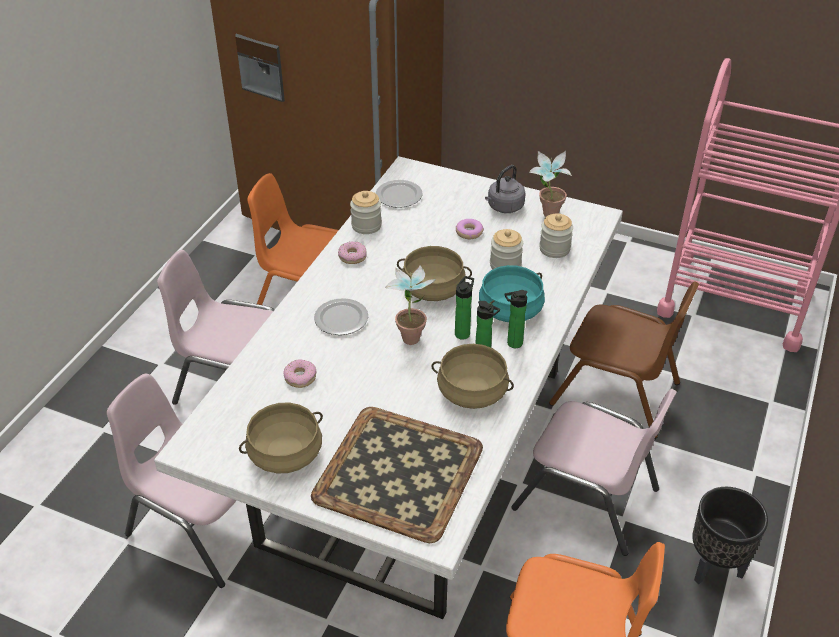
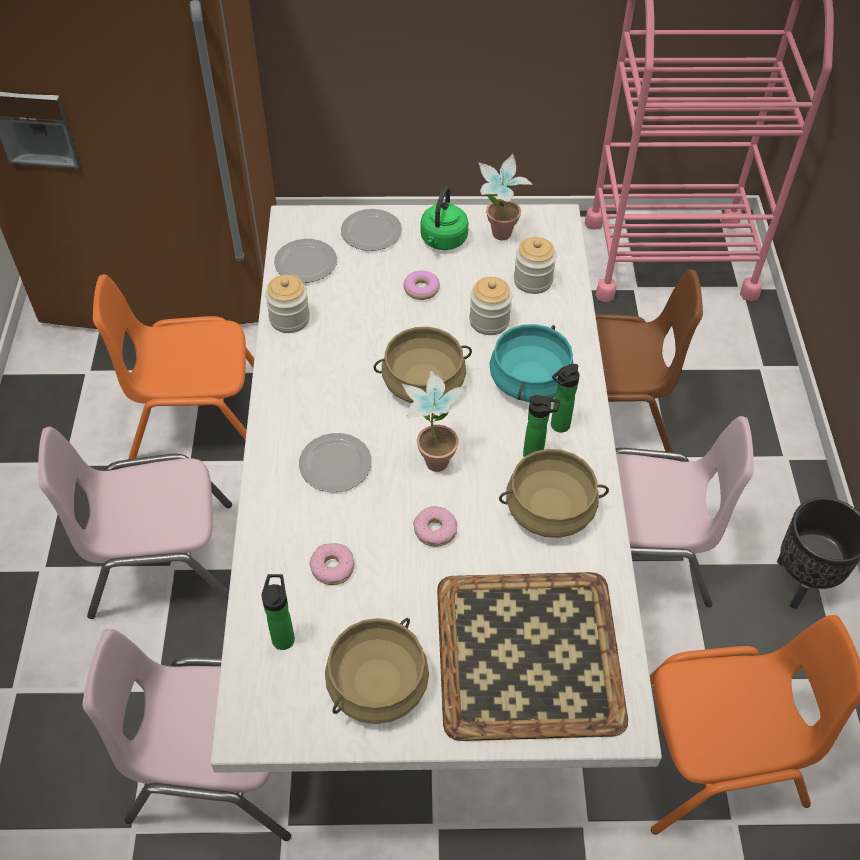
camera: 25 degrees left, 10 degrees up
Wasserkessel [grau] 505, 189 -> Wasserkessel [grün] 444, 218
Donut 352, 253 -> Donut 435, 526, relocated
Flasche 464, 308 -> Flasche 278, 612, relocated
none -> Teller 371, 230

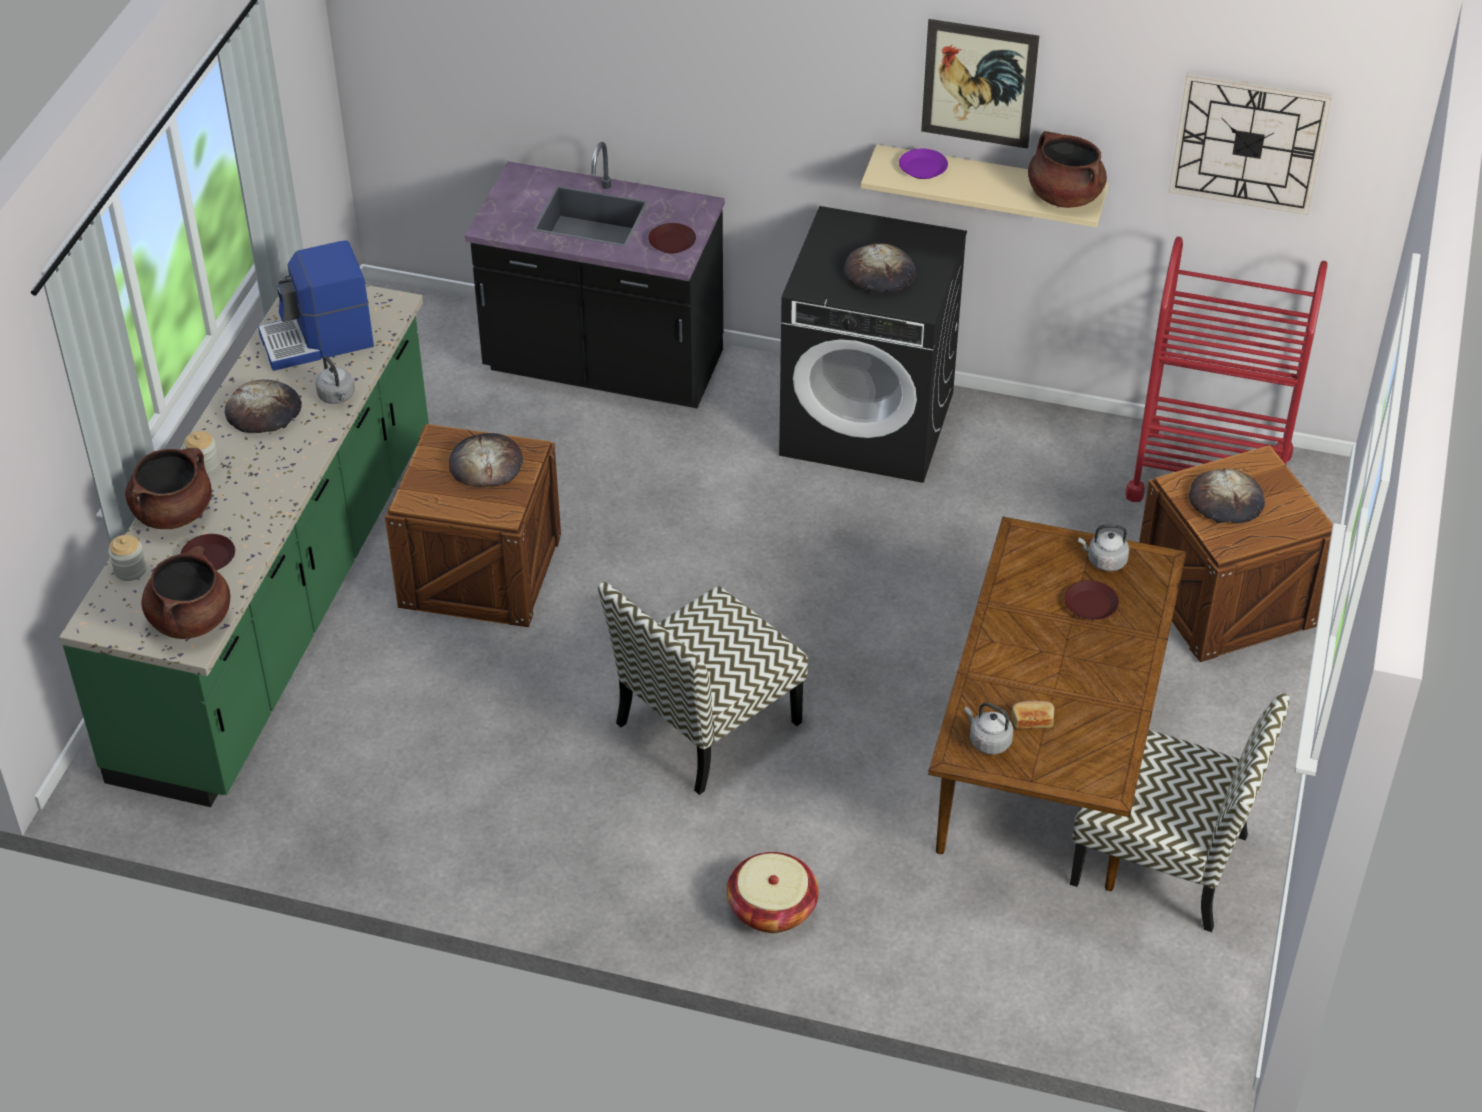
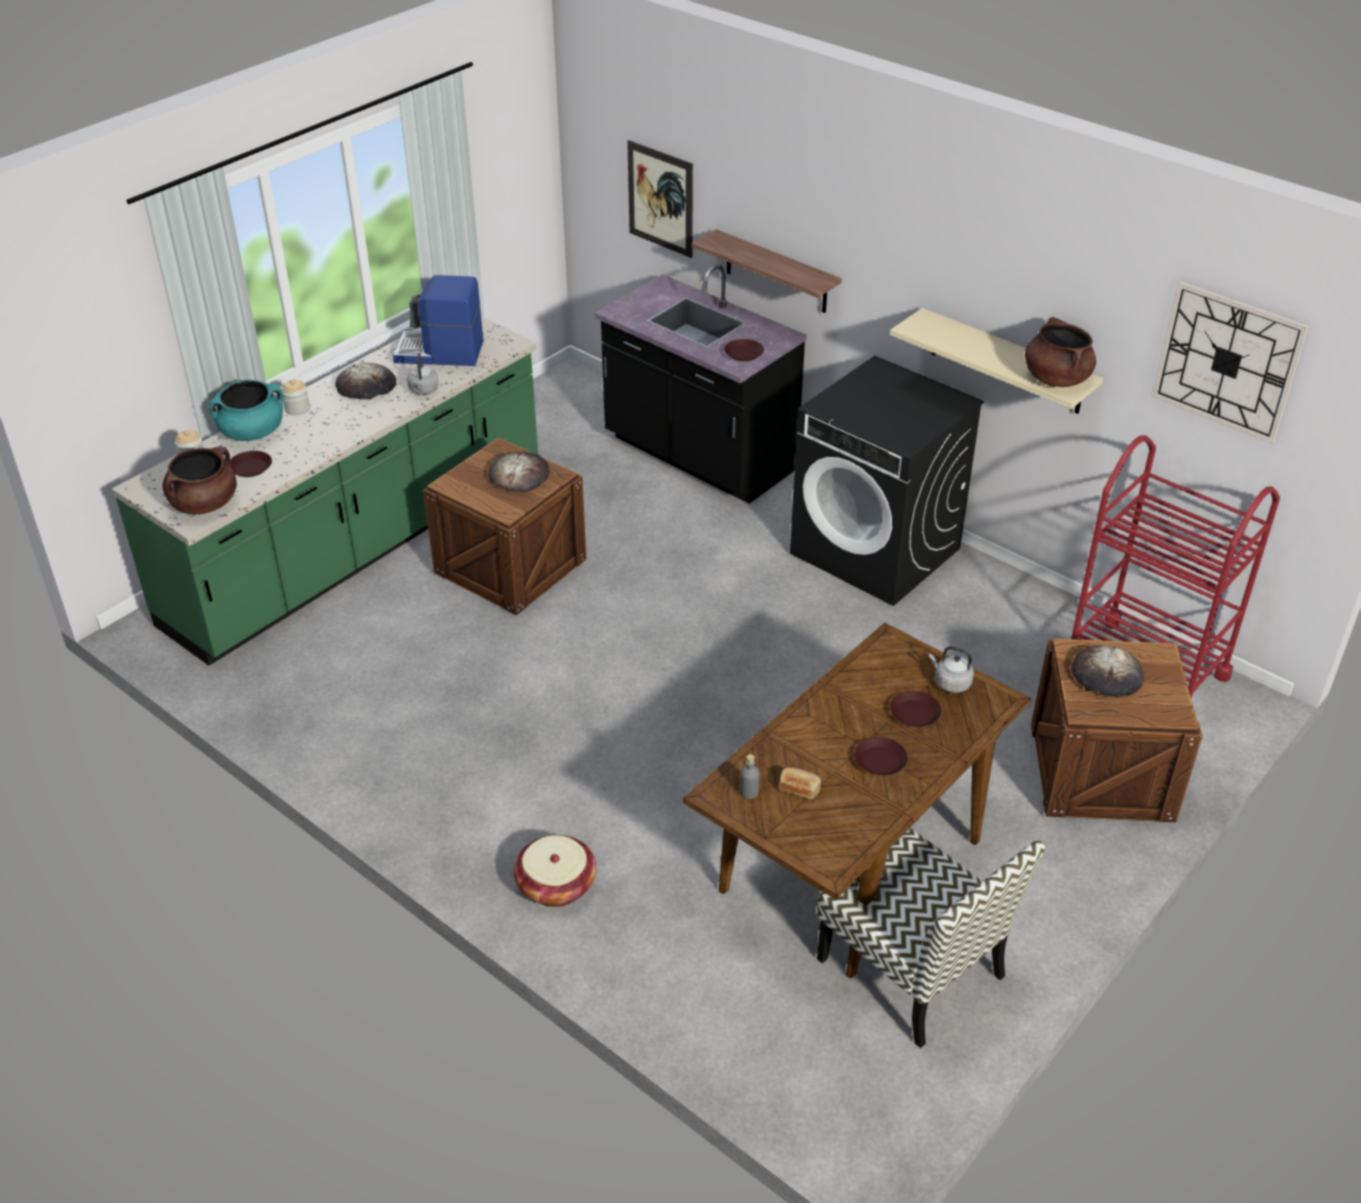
camera: 25 degrees right, 5 degrees down
Bild 980, 84 -> Bild 660, 199, relocated
Teller [lila] 923, 164 -> none
Brot 880, 268 -> none
Kochtopf [braun] 168, 488 -> Kochtopf [türkis] 246, 410
Stuhl 703, 688 -> none
Wasserkessel [grau] 988, 728 -> Flasche [grau] 750, 776
none -> Wandregal 767, 271
none -> Teller [braun] 881, 756

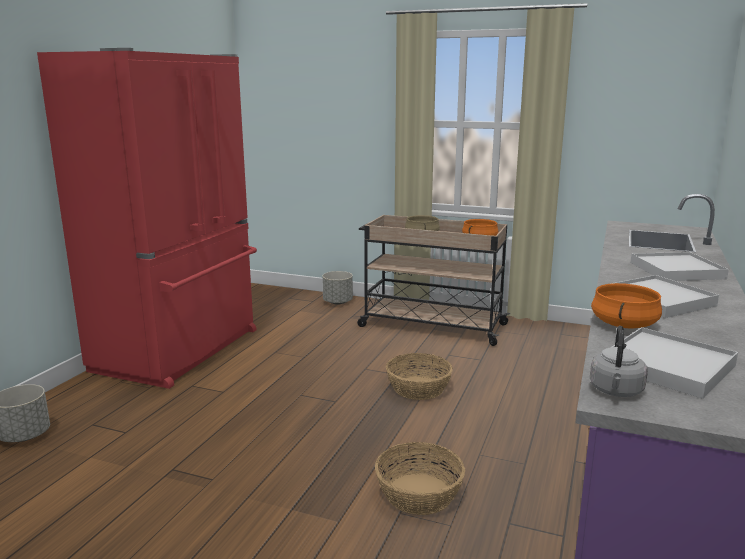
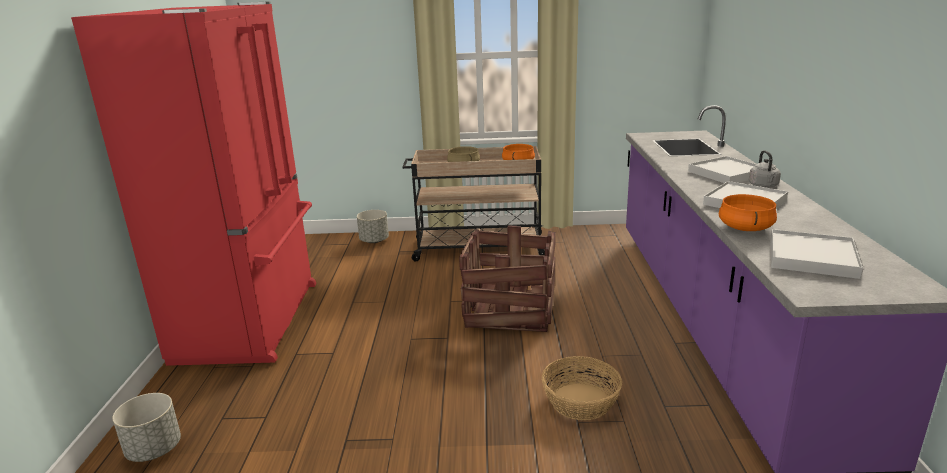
camera: 20 degrees left, 5 degrees up
Wasserkessel [grau] 619, 361 -> Wasserkessel [grau] 765, 169, relocated
Korb 419, 376 -> Kiste 507, 279

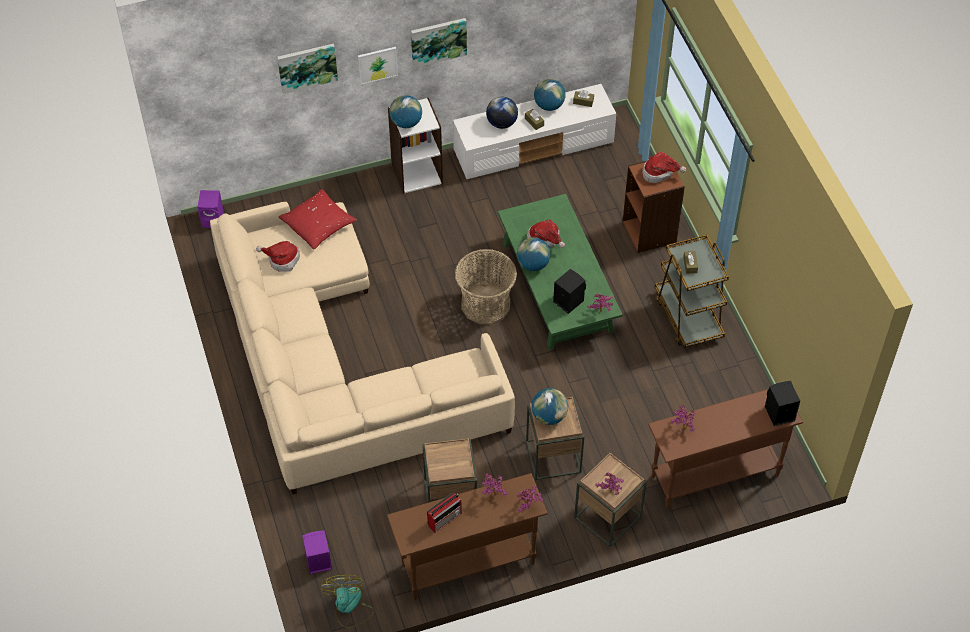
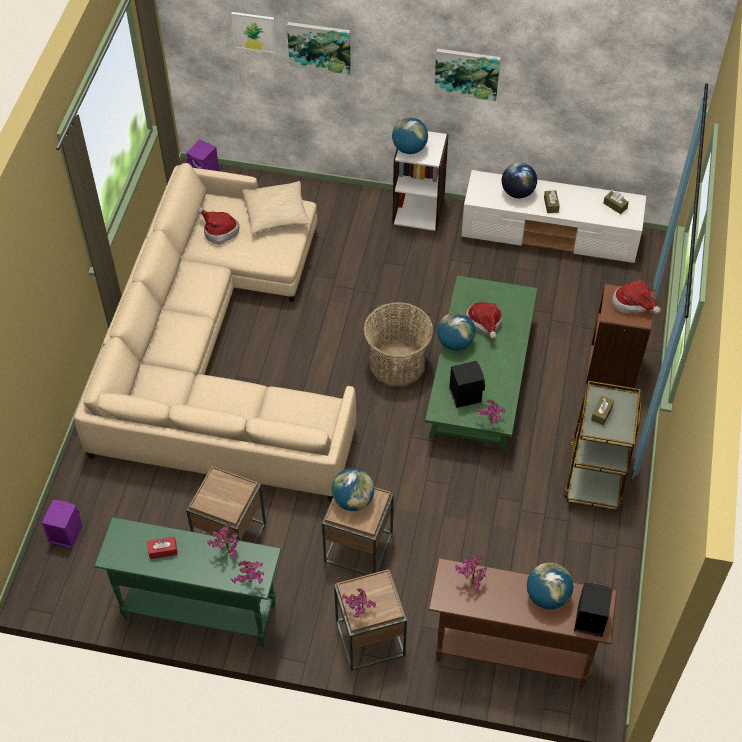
camera: 30 degrees right, 0 degrees up
Bild 378, 66 -> Bild 254, 32, relocated
Globus 550, 95 -> Globus 550, 586, relocated
Kissen [rot] 318, 219 -> Kissen [beige] 276, 207
Konsolentisch [braun] 467, 536 -> Konsolentisch [grün] 188, 582
Radio 444, 512 -> Taschentuchbox [rot] 162, 548
Ventilator 347, 601 -> none

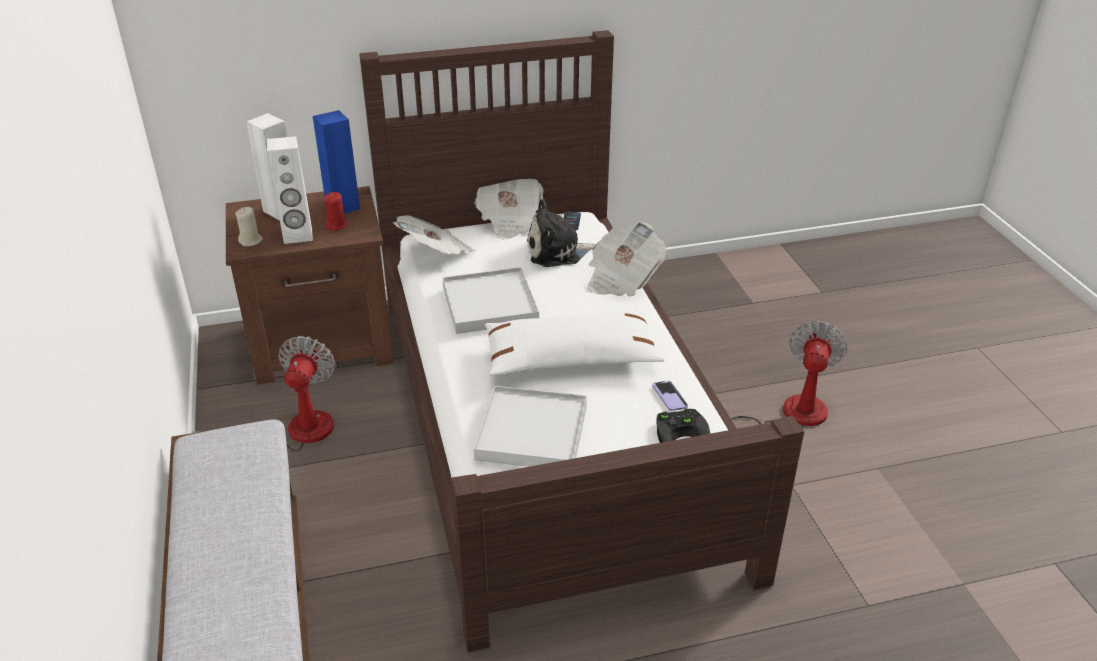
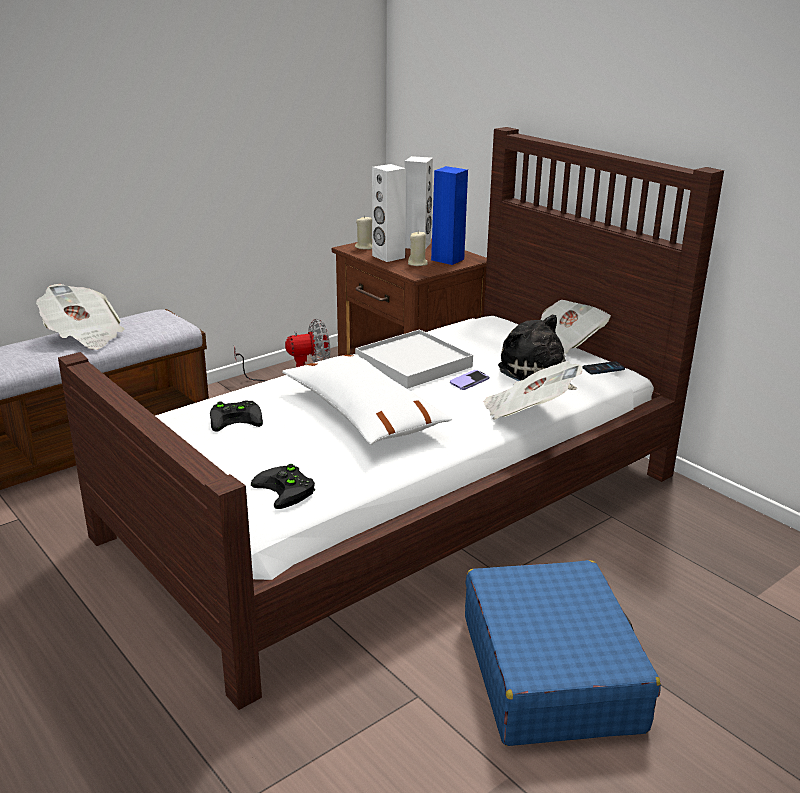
camera: 65 degrees right, 10 degrees down
Kerze [rot] 335, 211 -> Kerze [beige] 418, 248
Zeitung 434, 235 -> Zeitung 80, 317, relocated
Ventilator 784, 375 -> Koffer [blau] 563, 653
Handy 670, 396 -> Handy 469, 380, relocated
Tablett [weiß] 530, 426 -> Gamepad [schwarz] 236, 416

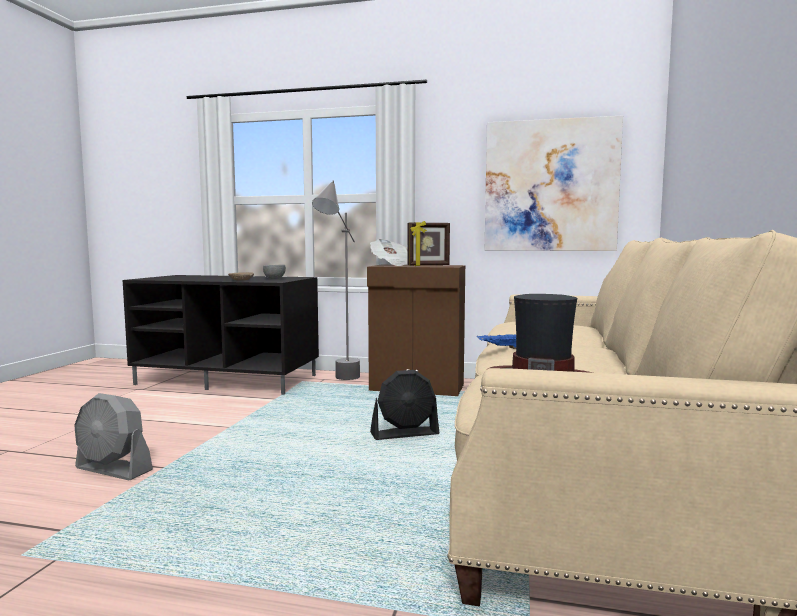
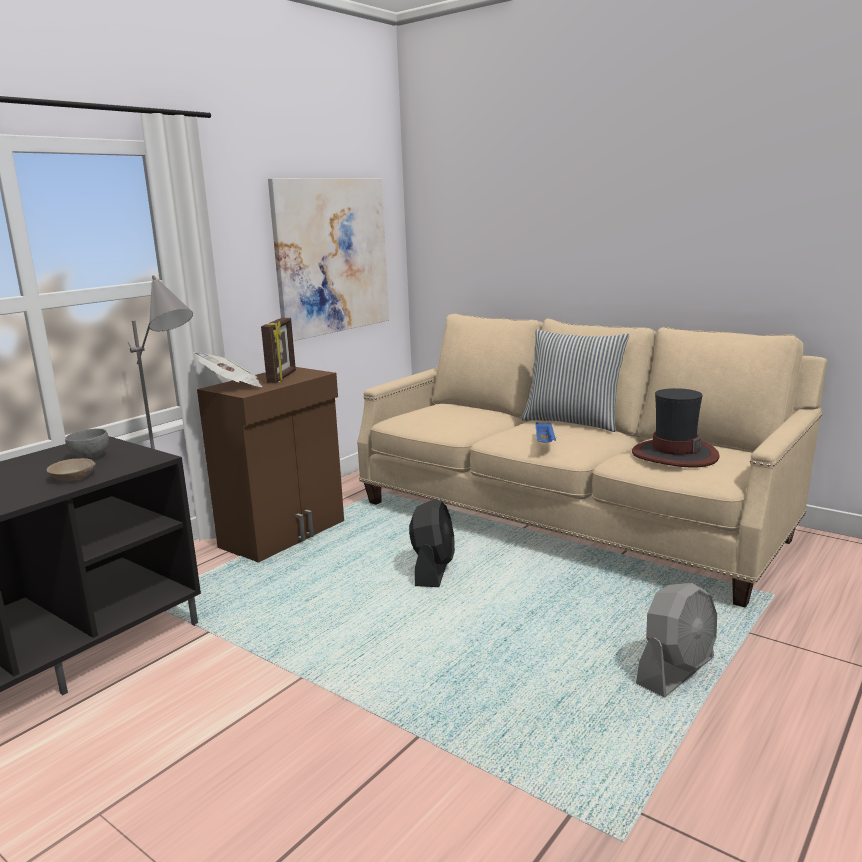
camera: 65 degrees left, 10 degrees up
Ventilator [grau] 113, 436 -> Ventilator [grau] 676, 640, relocated
none -> Kissen 575, 380

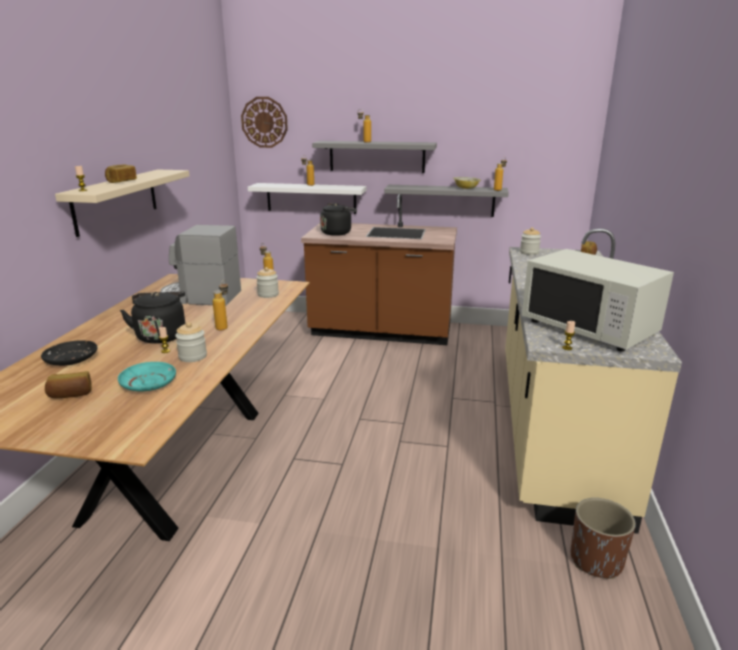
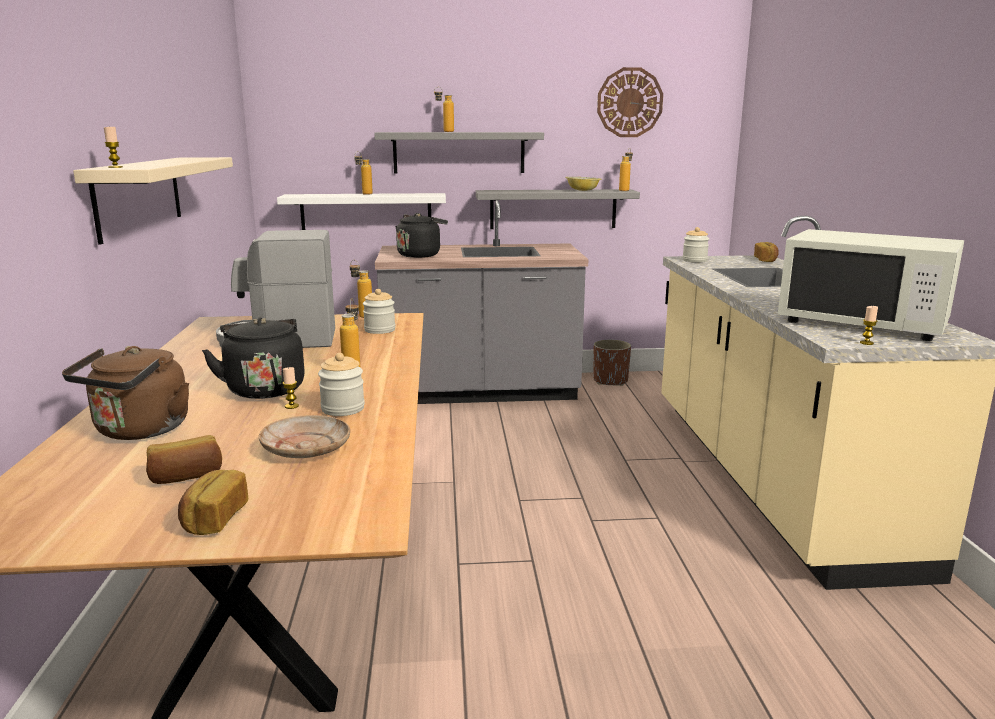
camera: 15 degrees left, 5 degrees down
Wanduhr 264, 122 -> Wanduhr 630, 102, relocated
Brot 121, 174 -> Brot 213, 502, relocated
Küchenzeile [braun] 379, 269 -> Küchenzeile [grau] 482, 302
Teller [schwarz] 69, 353 -> Wasserkessel [braun] 125, 393
Teller [türkis] 147, 377 -> Teller [beige] 304, 436
Pflanzkübel [braun] 603, 538 -> Pflanzkübel [braun] 612, 363, relocated

